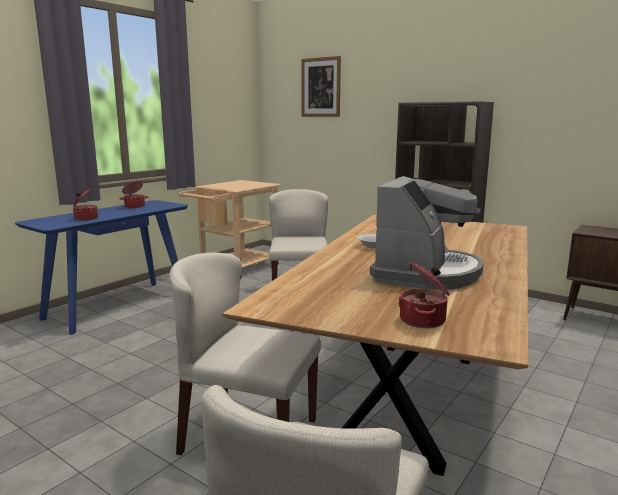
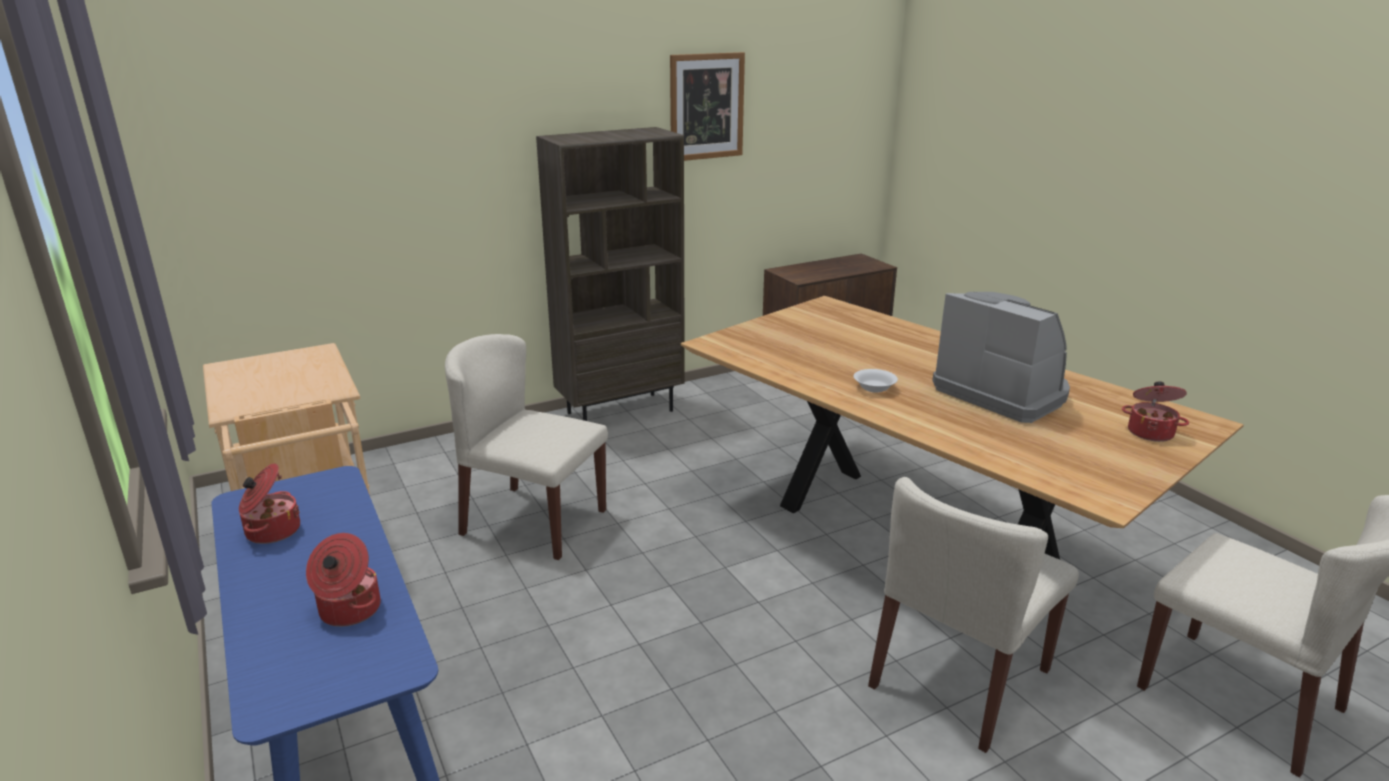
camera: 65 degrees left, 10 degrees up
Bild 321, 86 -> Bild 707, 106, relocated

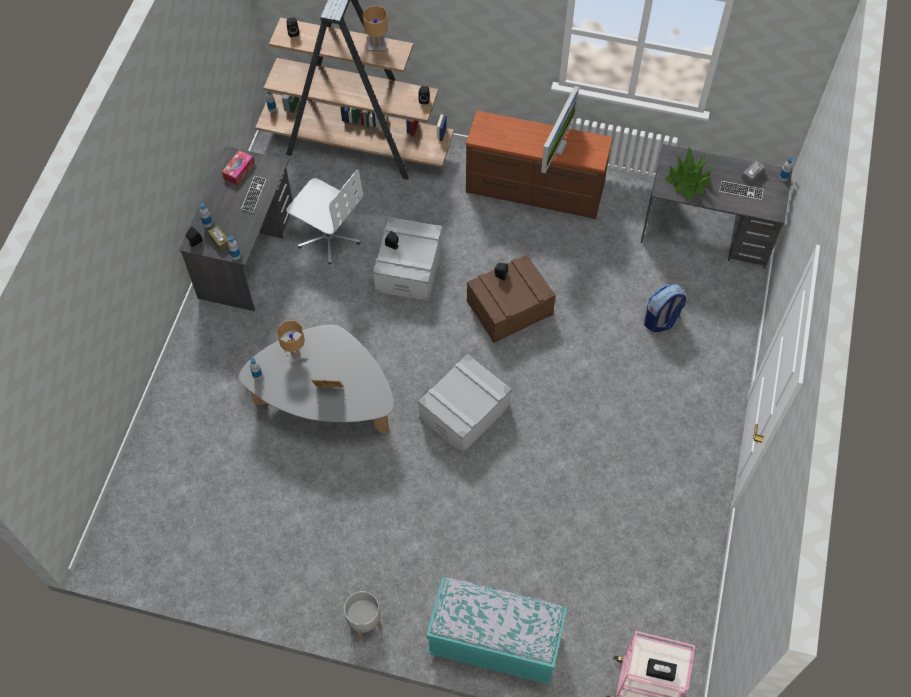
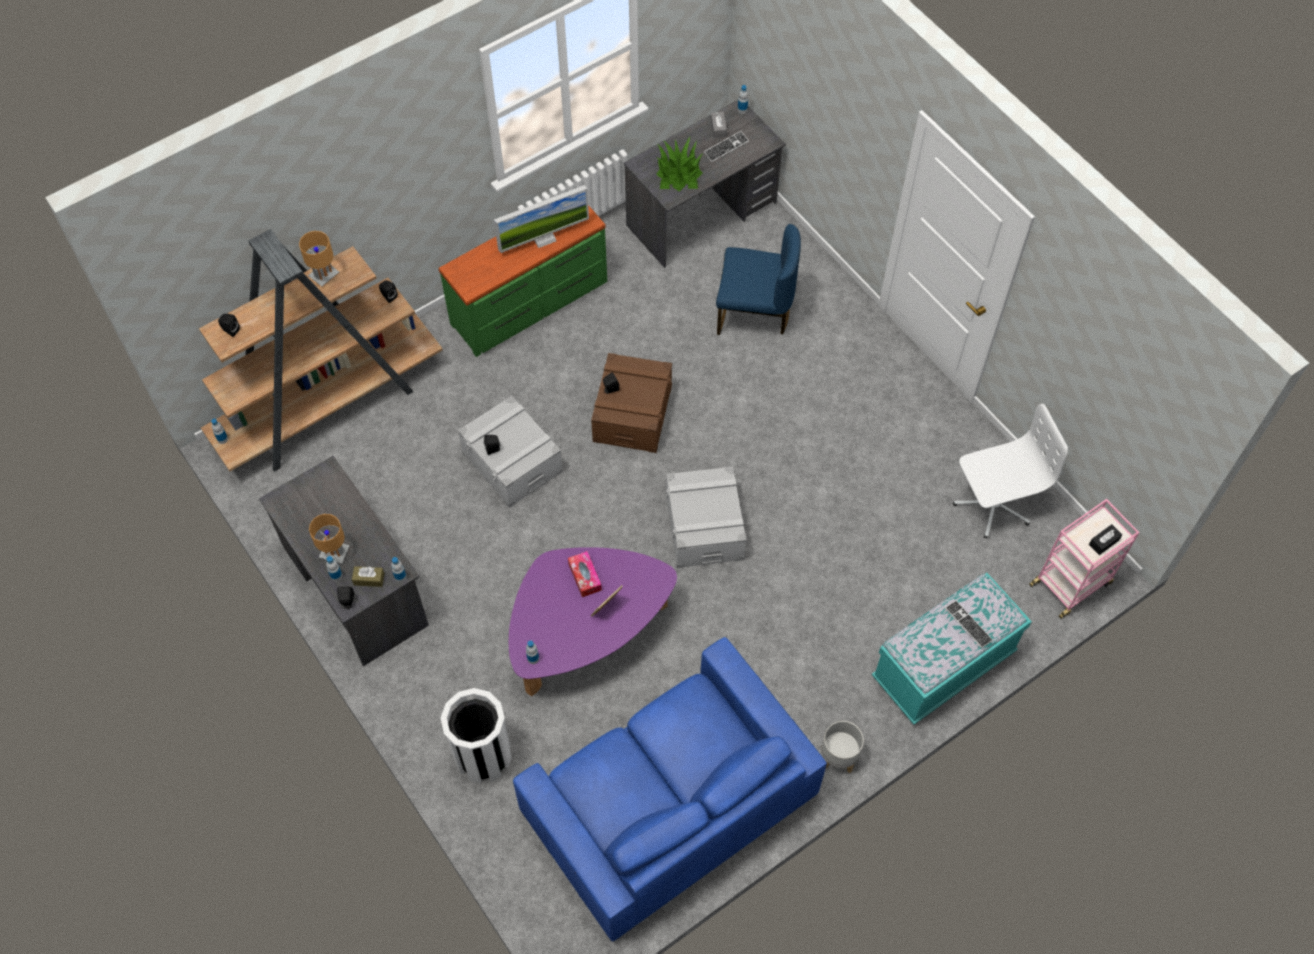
camera: 50 degrees left, 0 degrees up
Monitor 560, 129 -> Monitor 541, 219, 90 degrees clockwise
Kommode [braun] 539, 165 -> Kommode [grün] 522, 281
Taschentuchbox 238, 167 -> Taschentuchbox 585, 574, relocated
Bürostuhl [weiß] 324, 217 -> Bürostuhl [weiß] 1010, 471, relocated
Tastatur 253, 194 -> Tastatur 969, 624, relocated
Rucksack 665, 308 -> Stuhl [blau] 758, 279
Tischlampe [braun] 292, 342 -> Tischlampe [braun] 329, 539, relocated
Couchtisch [grau] 316, 379 -> Couchtisch [lila] 593, 621
none -> Sofa [blau] 670, 789
none -> Mülleimer [weiß] 476, 735

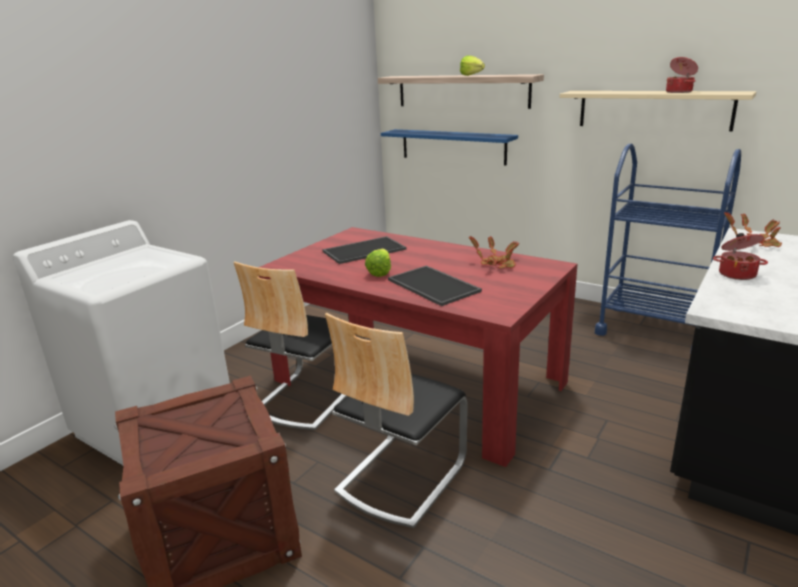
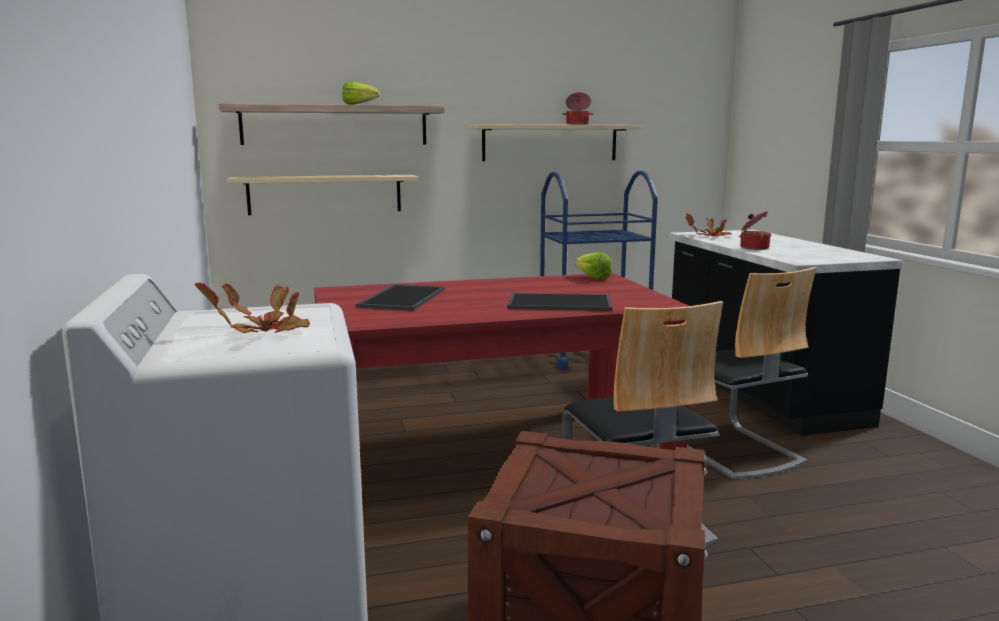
camera: 50 degrees left, 10 degrees down
Wandregal [blau] 449, 147 -> Wandregal [beige] 322, 195
Topfpflanze 494, 252 -> Topfpflanze 252, 308, relocated
Salatkopf 378, 263 -> Salatkopf 593, 266, relocated
Stuhl 290, 346 -> Stuhl 751, 373, relocated

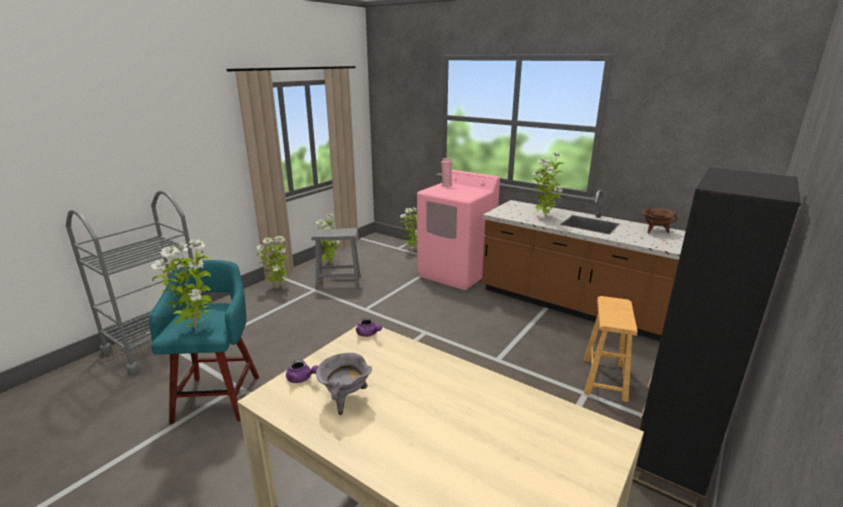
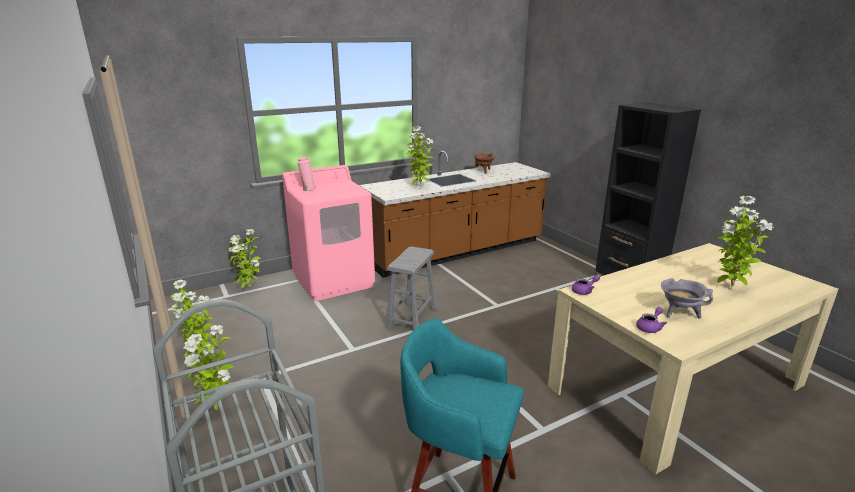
camera: 65 degrees left, 0 degrees up
Hocker [grau] 336, 258 -> Hocker [grau] 411, 288, relocated
Topfpflanze 182, 284 -> Topfpflanze 745, 242, relocated
Hocker [braun] 610, 349 -> none

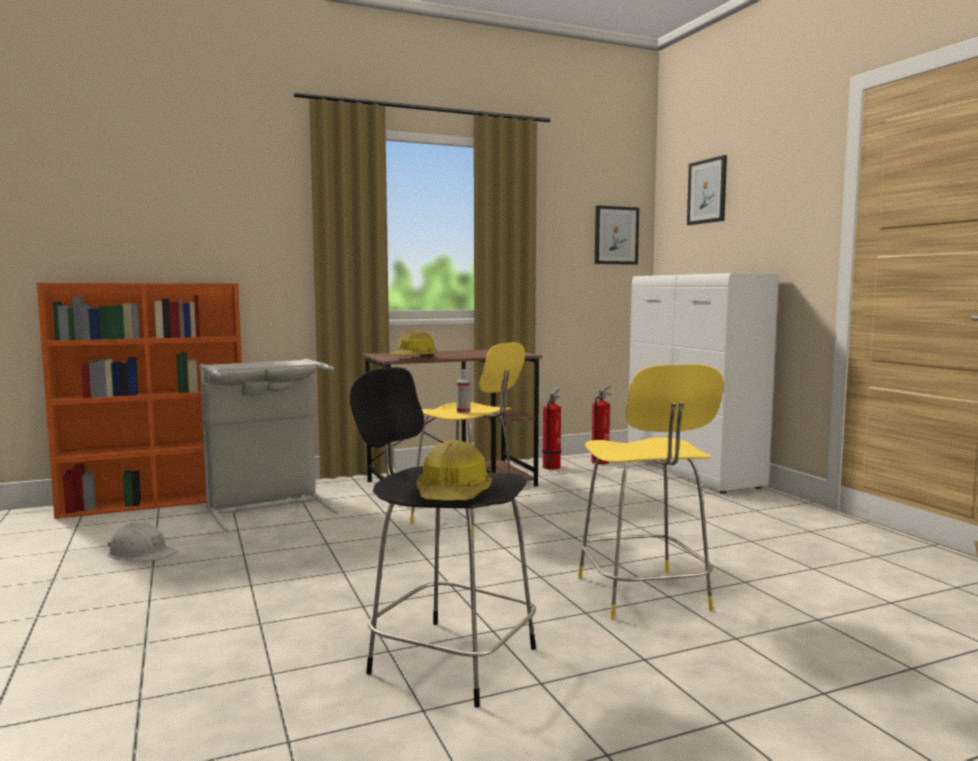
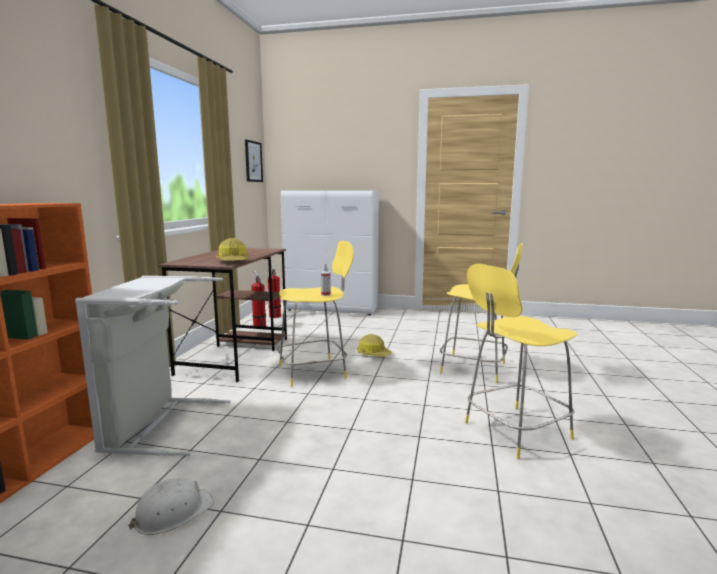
camera: 55 degrees left, 5 degrees up
Bild 707, 190 -> none
Hocker [schwarz] 443, 537 -> Hocker [gelb] 521, 361
Schutzhelm 454, 470 -> Schutzhelm 374, 345, relocated

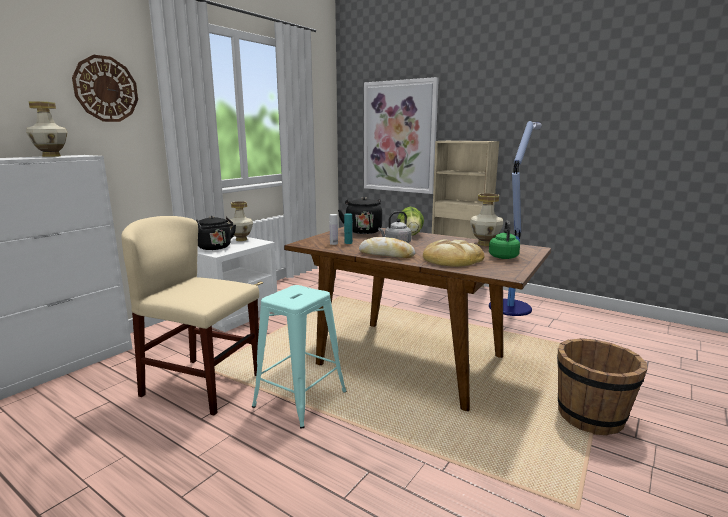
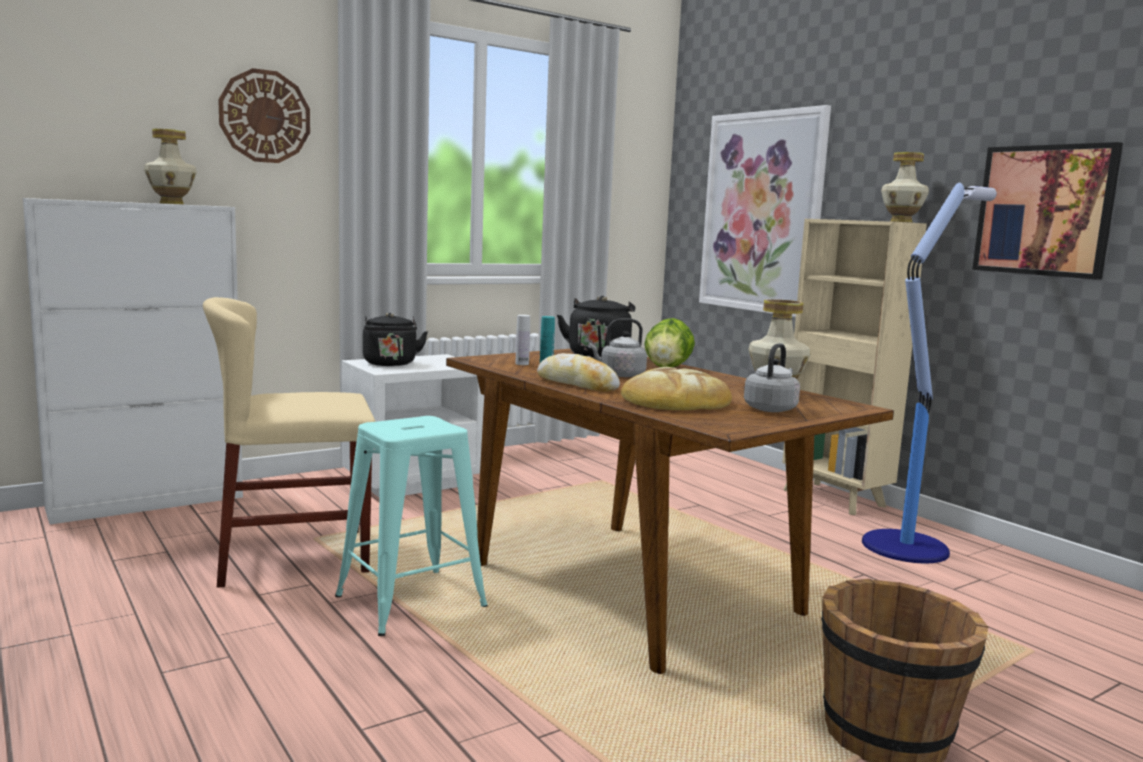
camera: 20 degrees right, 5 degrees down
Vase 240, 221 -> Vase 905, 187, relocated
Stuhl [beige] 190, 315 -> Stuhl [beige] 289, 442, 60 degrees counterclockwise
Wasserkessel [grün] 504, 240 -> Wasserkessel [grau] 772, 377
none -> Bild 1047, 211

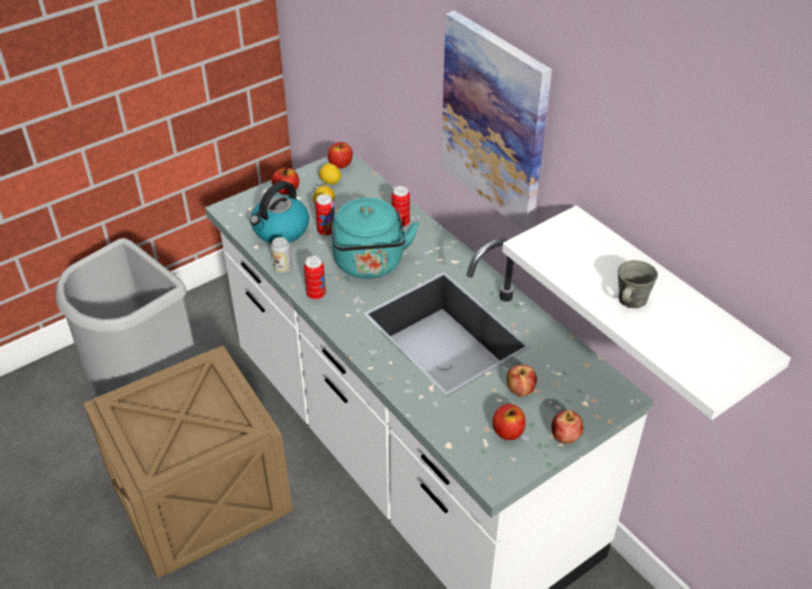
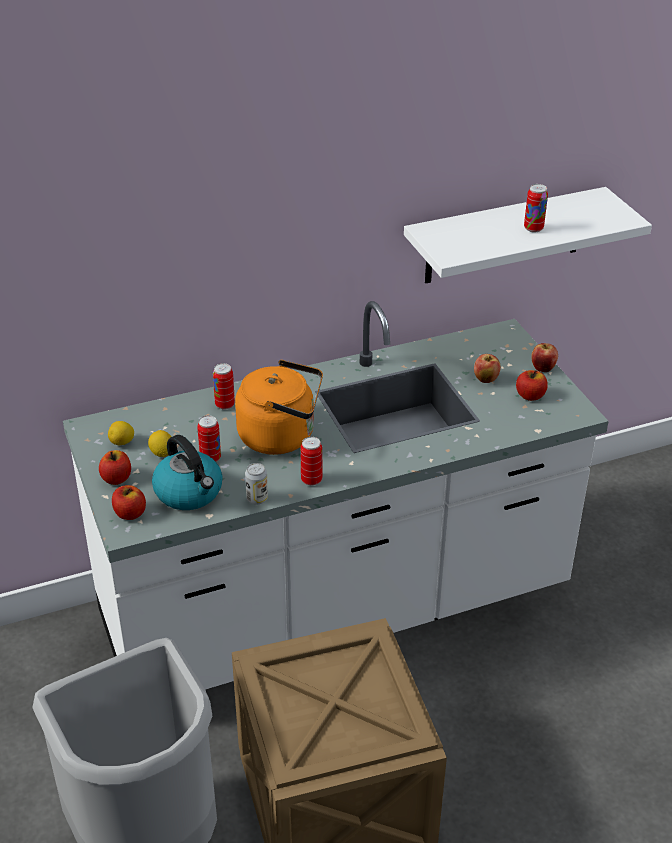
camera: 75 degrees left, 5 degrees down
Bild 496, 121 -> none
Apfel 340, 155 -> Apfel 129, 502, relocated
Wasserkessel [türkis] 375, 238 -> Wasserkessel [orange] 279, 407
Henkelbecher [grau] 638, 284 -> Dose 536, 208

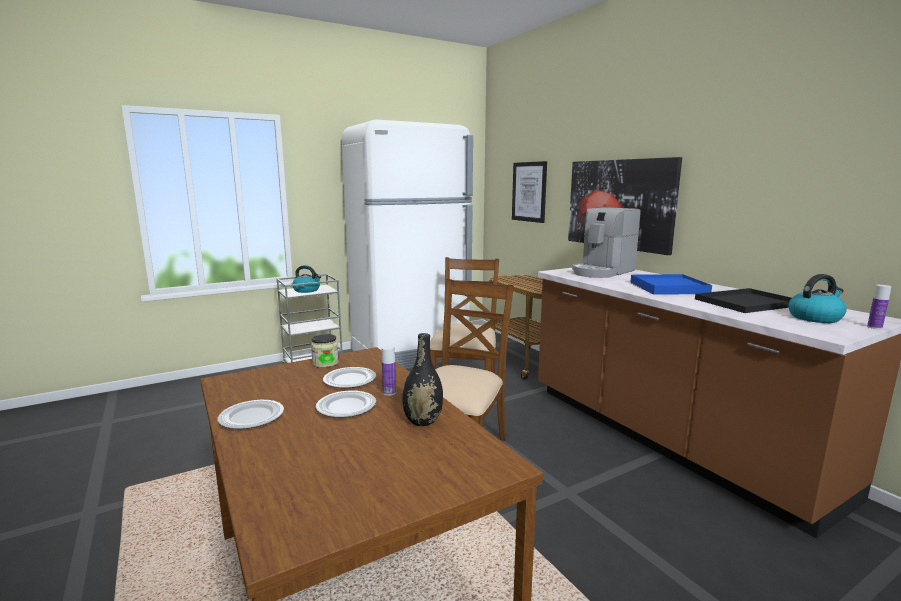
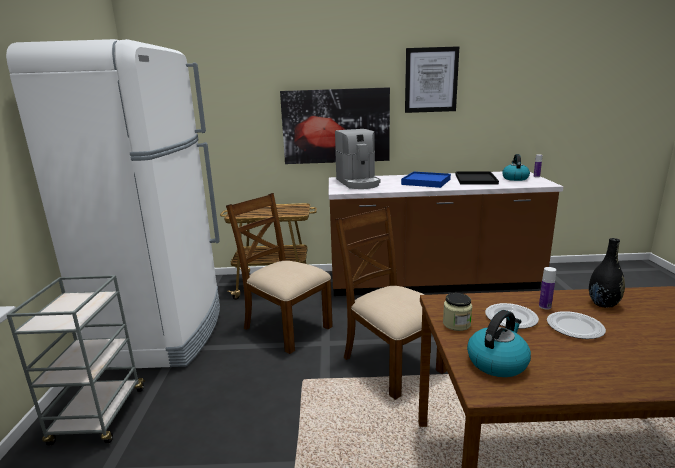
camera: 60 degrees left, 5 degrees up
Bild 529, 192 -> Bild 432, 79, relocated
Wasserkessel 306, 279 -> Wasserkessel 499, 343, relocated
Teller 250, 414 -> none

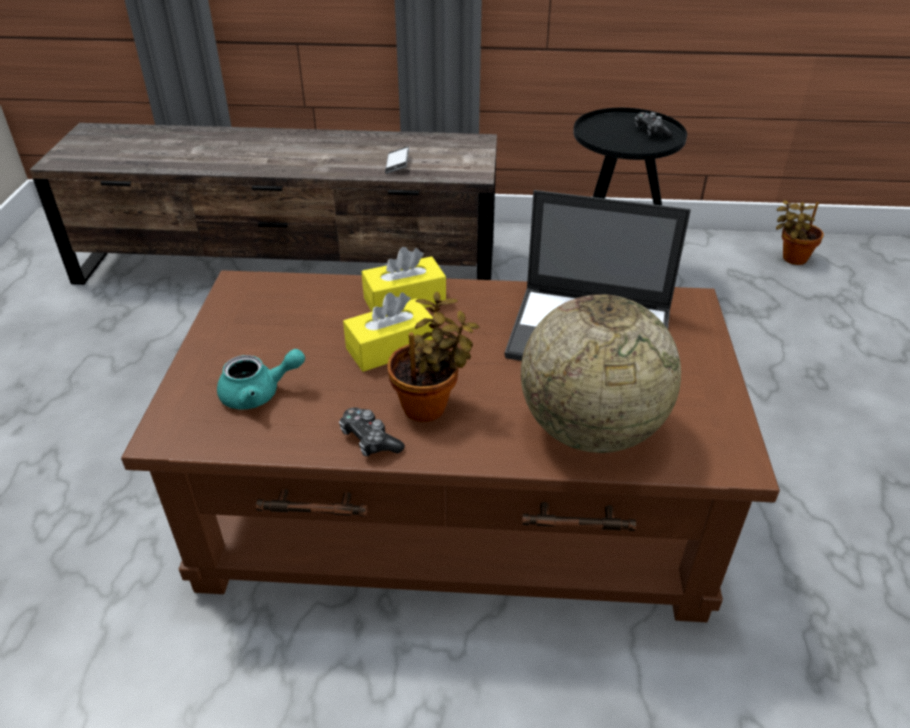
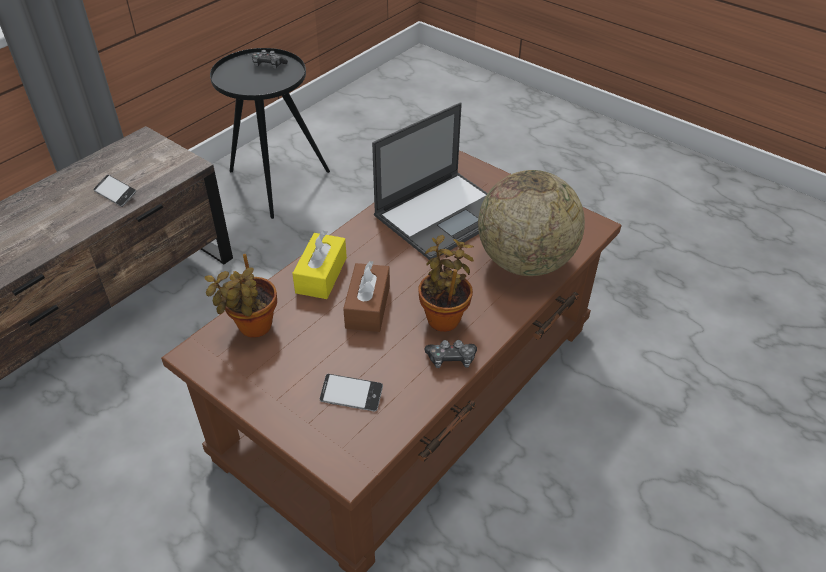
camera: 55 degrees left, 5 degrees up
Topfpflanze 800, 232 -> Topfpflanze 241, 296, relocated
Taschentuchbox [gelb] 388, 332 -> Taschentuchbox [braun] 366, 296
Teekanne [türkis] 261, 379 -> Handy 351, 392

